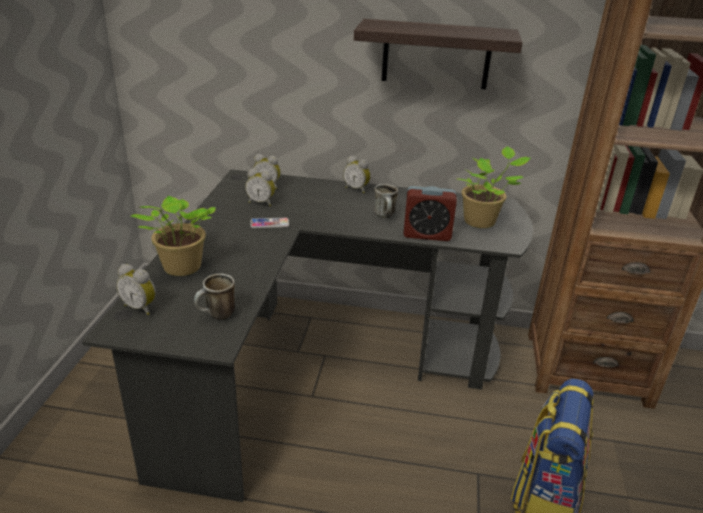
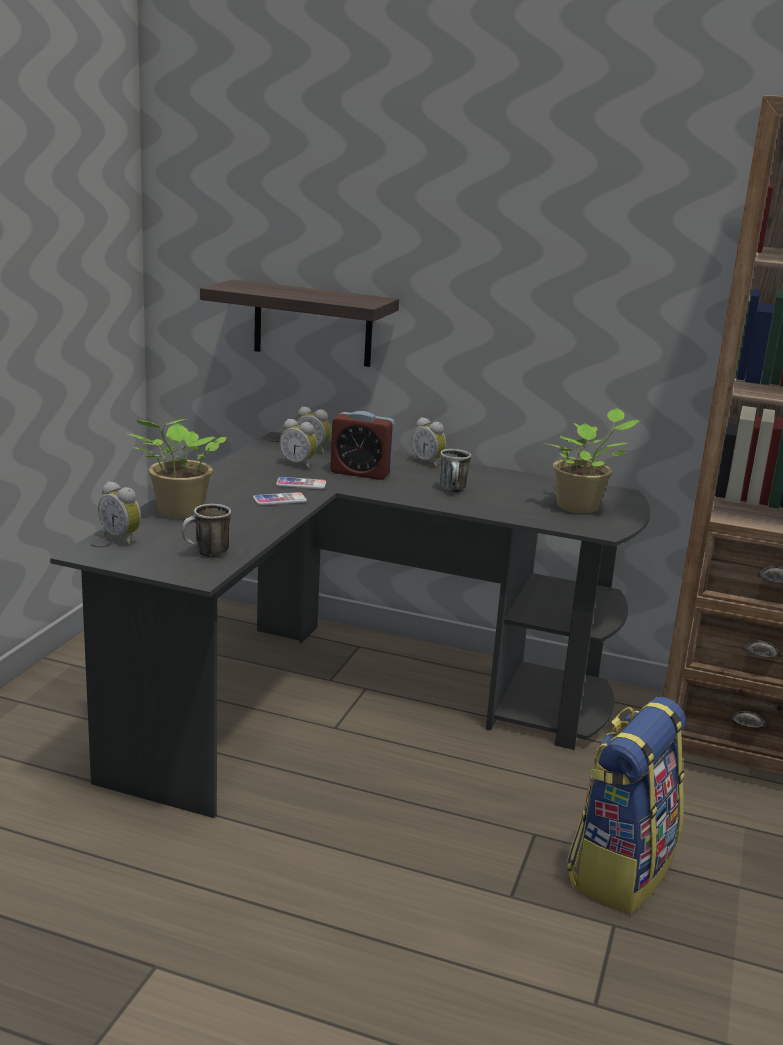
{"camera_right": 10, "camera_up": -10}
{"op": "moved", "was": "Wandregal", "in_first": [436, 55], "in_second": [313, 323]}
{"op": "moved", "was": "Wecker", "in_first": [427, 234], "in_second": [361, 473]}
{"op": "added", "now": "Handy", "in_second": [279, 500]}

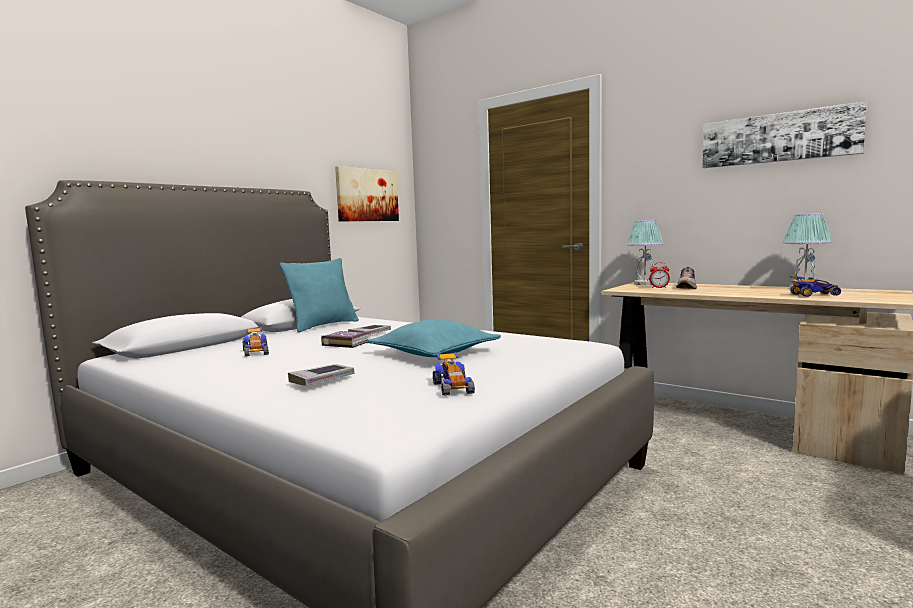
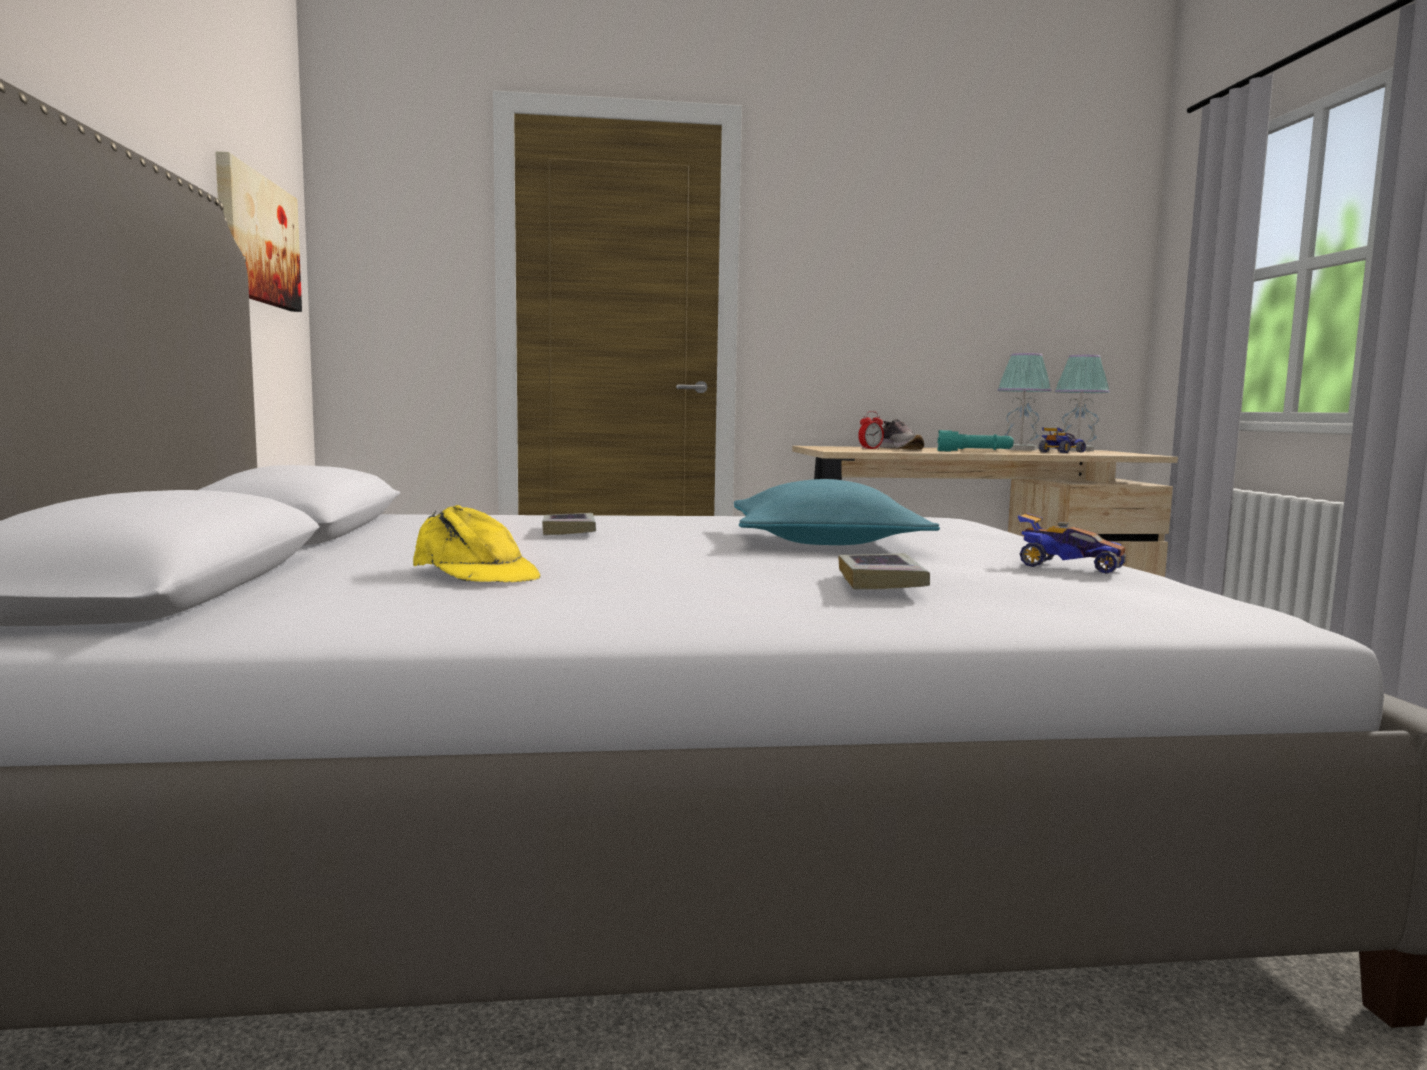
{"camera_right": -45, "camera_up": 0}
{"op": "replaced", "was": "Spielzeugauto", "now": "Kappe/gelb", "in_first": [255, 352], "in_second": [475, 573]}
{"op": "removed", "was": "Kissen/türkis", "in_first": [323, 325]}
{"op": "removed", "was": "Buch", "in_first": [345, 343]}
{"op": "moved", "was": "Tischlampe", "in_first": [644, 284], "in_second": [1077, 450]}
{"op": "removed", "was": "Bild", "in_first": [778, 138]}
{"op": "added", "now": "Taschenlampe/türkis", "in_second": [974, 452]}

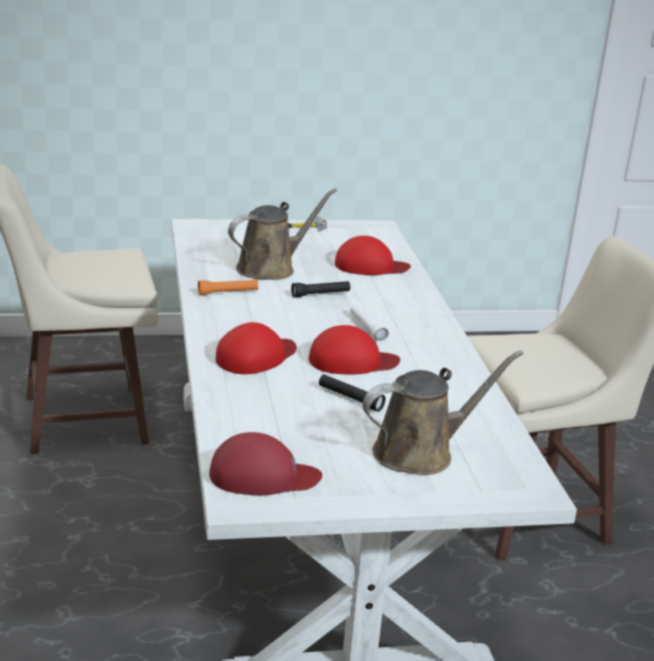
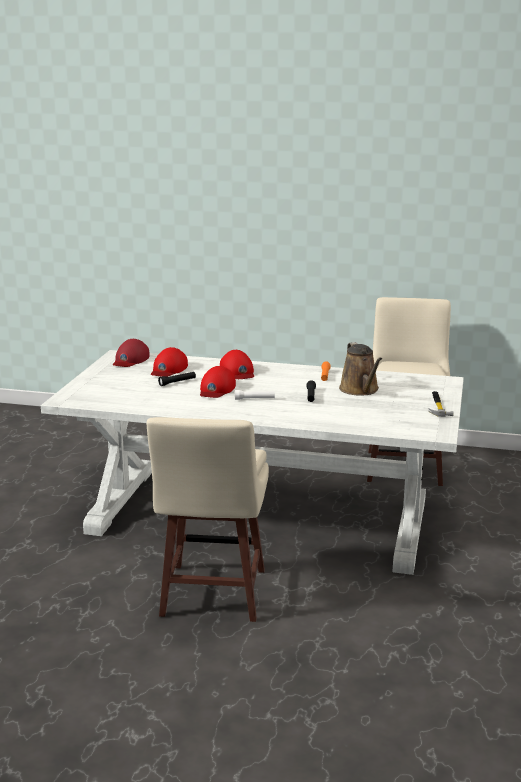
{"camera_right": 115, "camera_up": -5}
{"op": "moved", "was": "Kappe/rot", "in_first": [370, 266], "in_second": [168, 369]}
{"op": "removed", "was": "Gießkanne/braun", "in_first": [420, 452]}

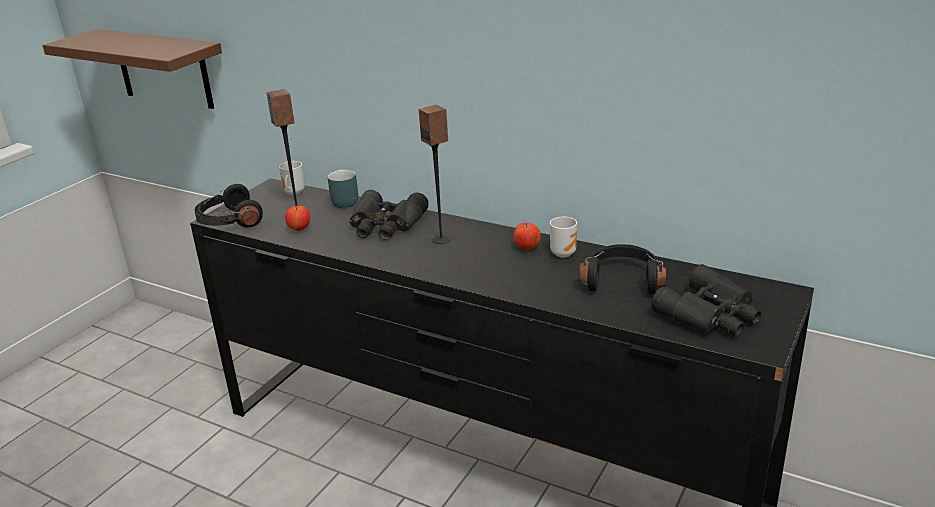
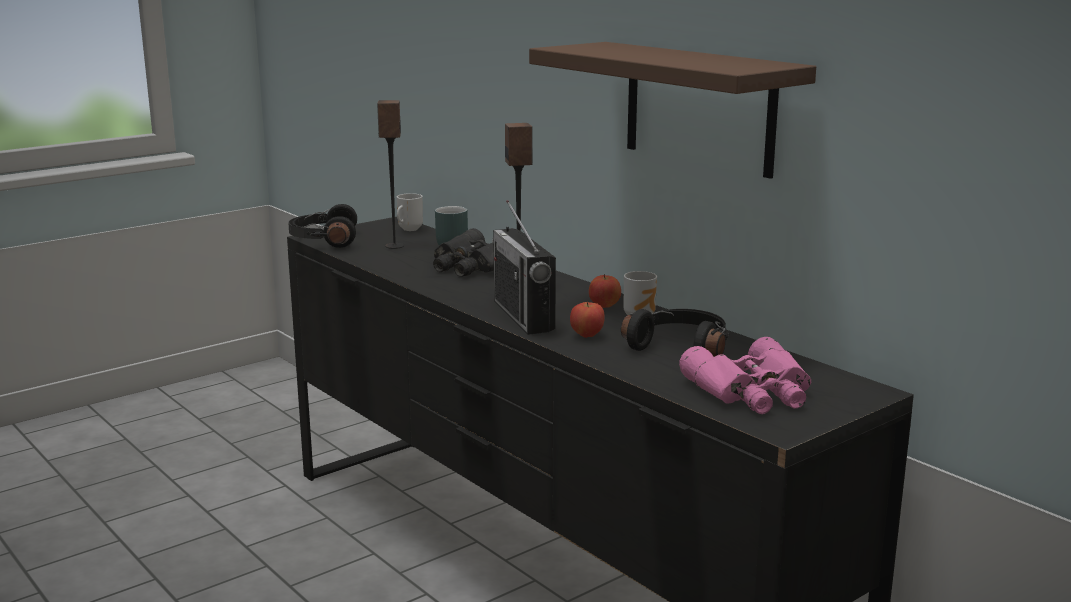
{"camera_right": 20, "camera_up": -10}
{"op": "moved", "was": "Wandregal/braun", "in_first": [163, 69], "in_second": [699, 108]}
{"op": "moved", "was": "Apfel", "in_first": [299, 229], "in_second": [587, 335]}
{"op": "recoloured", "was": "Fernglas/schwarz", "now": "Fernglas/rosa", "in_first": [711, 314], "in_second": [753, 392]}
{"op": "added", "now": "Radio", "in_second": [523, 316]}

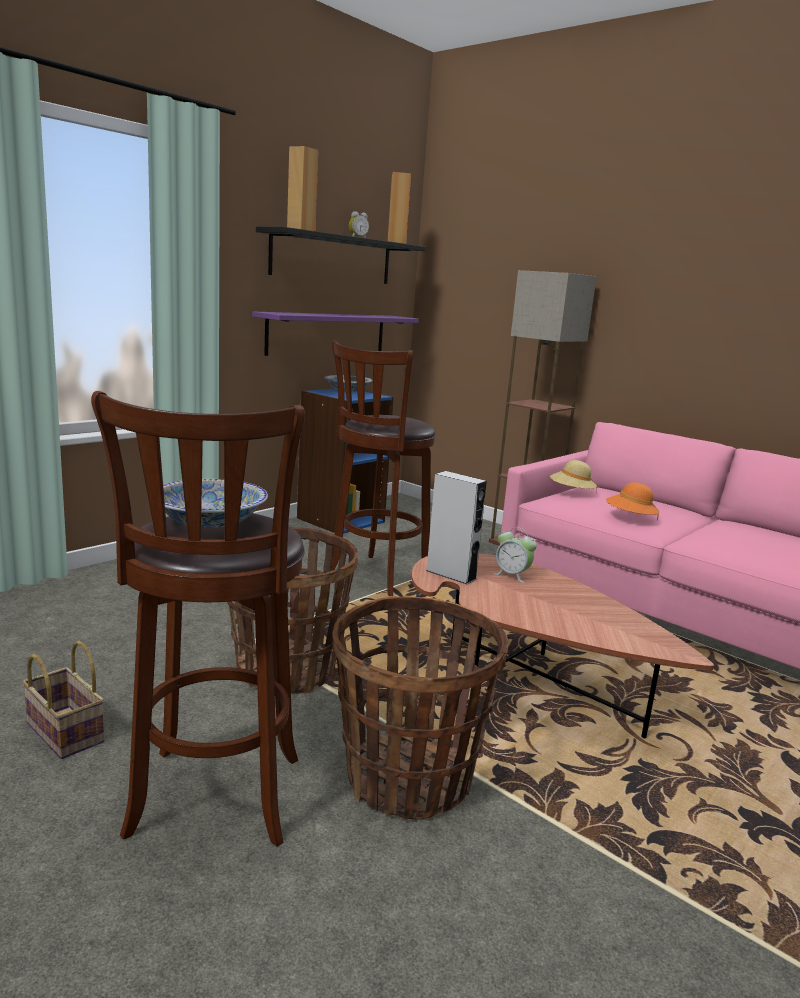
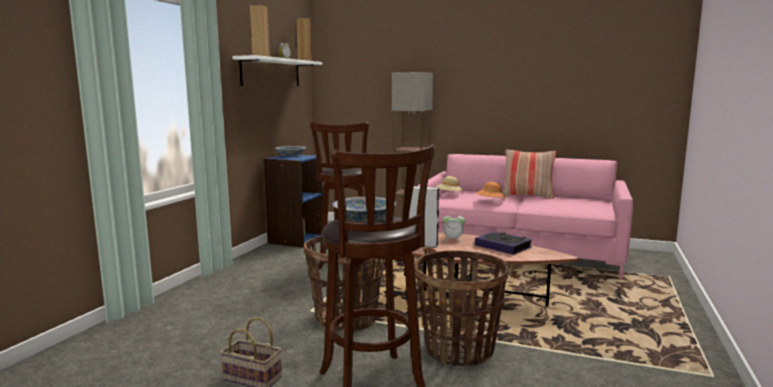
{"camera_right": -20, "camera_up": -5}
{"op": "removed", "was": "Wandregal/lila", "in_first": [327, 334]}
{"op": "recoloured", "was": "Wandregal/schwarz", "now": "Wandregal/weiß", "in_first": [332, 258], "in_second": [271, 73]}
{"op": "added", "now": "Buch", "in_second": [503, 246]}
{"op": "added", "now": "Kissen", "in_second": [528, 195]}

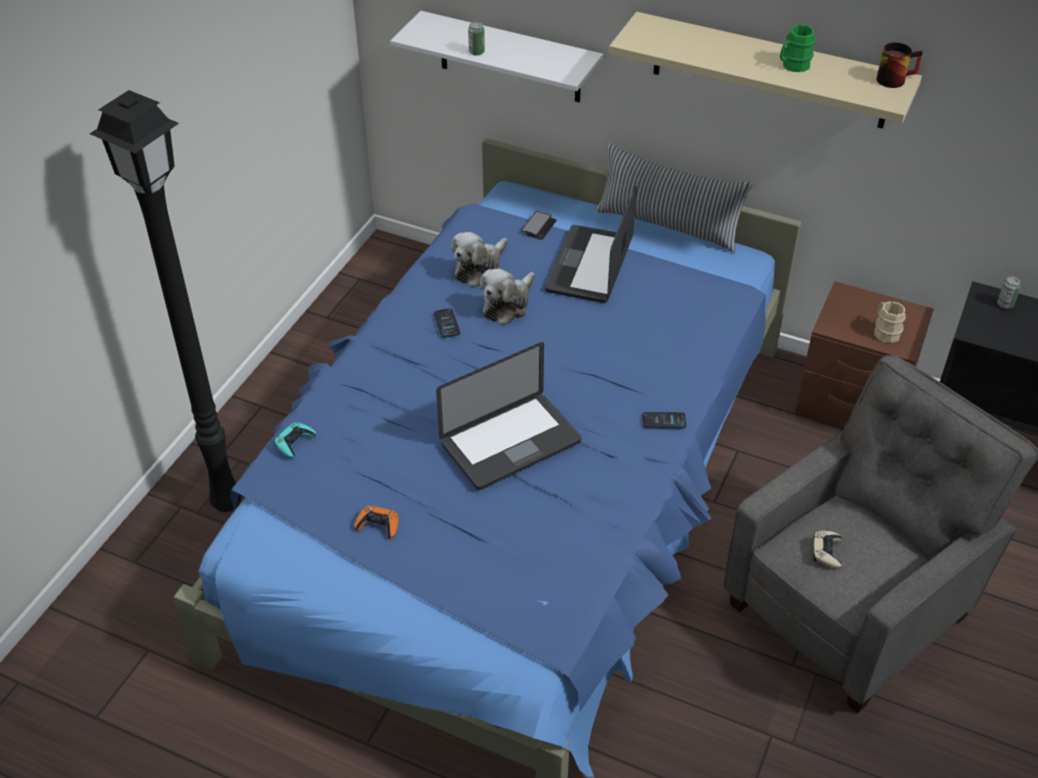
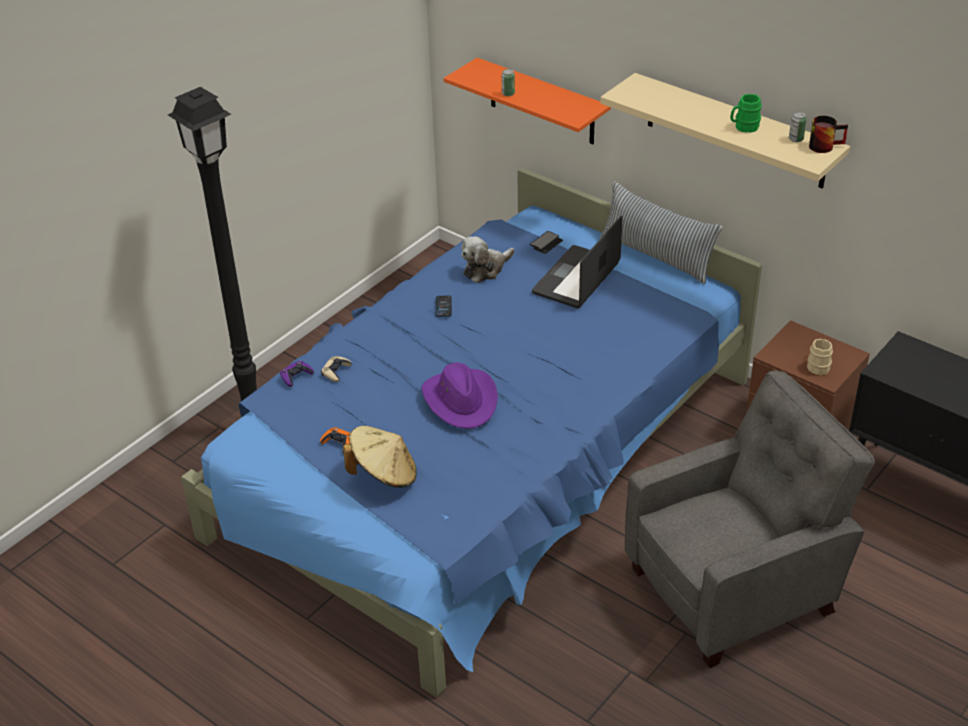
{"camera_right": 15, "camera_up": -5}
{"op": "recoloured", "was": "Gamepad/türkis", "now": "Gamepad/lila", "in_first": [294, 443], "in_second": [296, 376]}
{"op": "recoloured", "was": "Wandregal/weiß", "now": "Wandregal/orange", "in_first": [510, 58], "in_second": [542, 102]}
{"op": "replaced", "was": "Laptop", "now": "Hut/lila", "in_first": [510, 443], "in_second": [461, 400]}
{"op": "removed", "was": "Plüschtier", "in_first": [507, 304]}
{"op": "removed", "was": "Handy", "in_first": [664, 421]}
{"op": "moved", "was": "Gamepad/beige", "in_first": [826, 552], "in_second": [336, 371]}
{"op": "moved", "was": "Dose", "in_first": [1005, 304], "in_second": [796, 139]}
{"op": "added", "now": "Hut/beige", "in_second": [384, 474]}

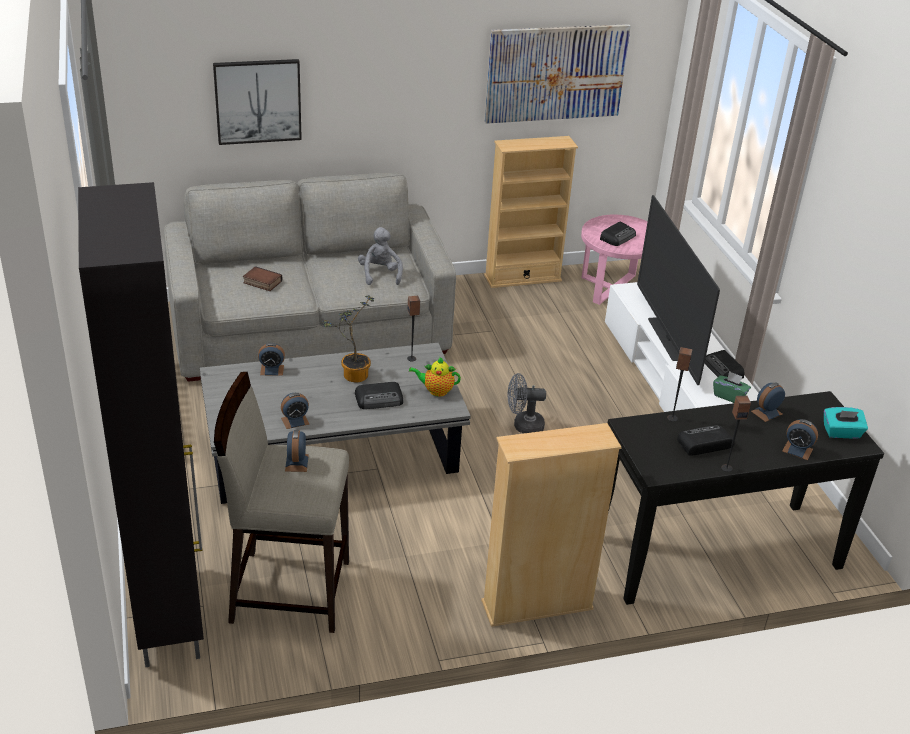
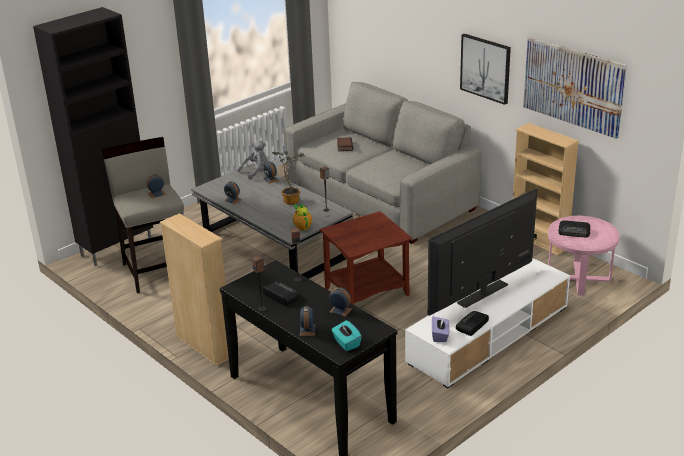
{"camera_right": 65, "camera_up": -5}
{"op": "moved", "was": "Bild", "in_first": [258, 101], "in_second": [485, 68]}
{"op": "removed", "was": "Radio", "in_first": [380, 399]}
{"op": "moved", "was": "Plüschtier/grau", "in_first": [380, 274], "in_second": [256, 171]}
{"op": "replaced", "was": "Ventilator/grau", "now": "Beistelltisch/braun", "in_first": [523, 425], "in_second": [367, 292]}
{"op": "recoloured", "was": "Taschentuchbox/grün", "now": "Taschentuchbox/lila", "in_first": [729, 396], "in_second": [440, 336]}

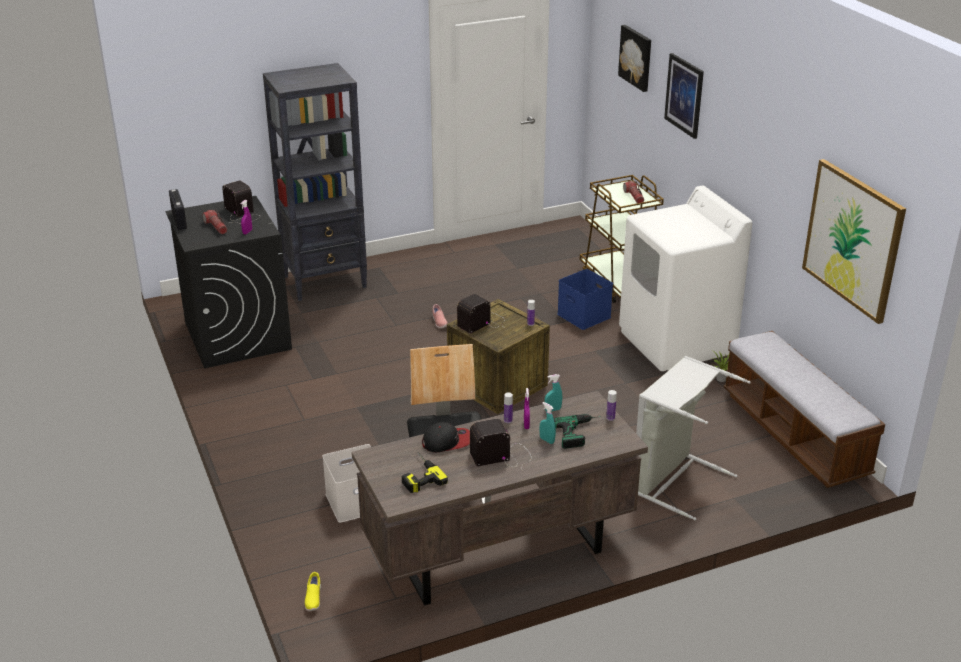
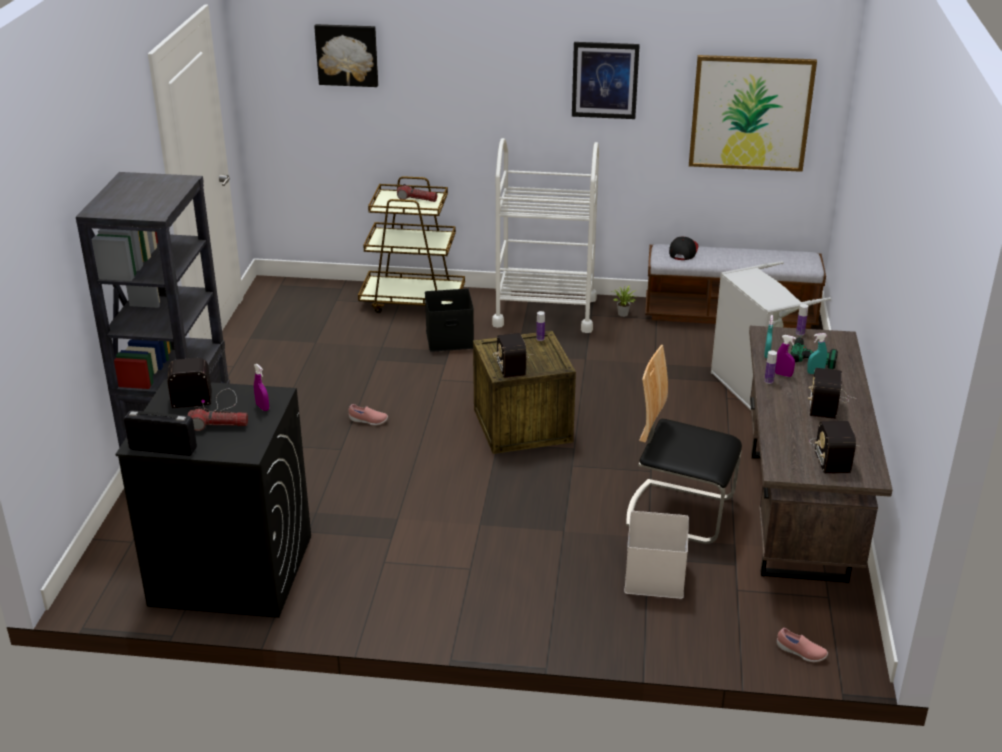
{"camera_right": -60, "camera_up": 0}
{"op": "recoloured", "was": "Schuh/gelb", "now": "Schuh/rosa", "in_first": [313, 599], "in_second": [800, 653]}
{"op": "replaced", "was": "Bohrmaschine", "now": "Radio", "in_first": [418, 475], "in_second": [832, 453]}
{"op": "moved", "was": "Kappe", "in_first": [447, 441], "in_second": [683, 251]}
{"op": "recoloured", "was": "Aufbewahrungsbox/blau", "now": "Aufbewahrungsbox/schwarz", "in_first": [585, 316], "in_second": [450, 338]}
{"op": "replaced", "was": "Waschmaschine/weiß", "now": "Rollwagen/weiß", "in_first": [676, 342], "in_second": [545, 312]}
{"op": "moved", "was": "Bild", "in_first": [684, 95], "in_second": [605, 80]}

